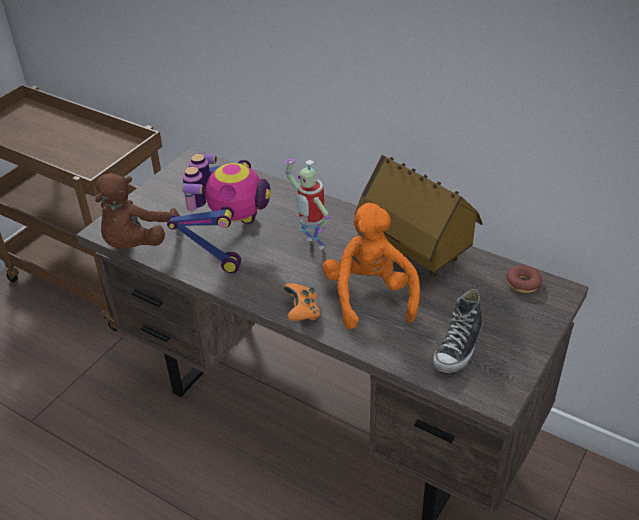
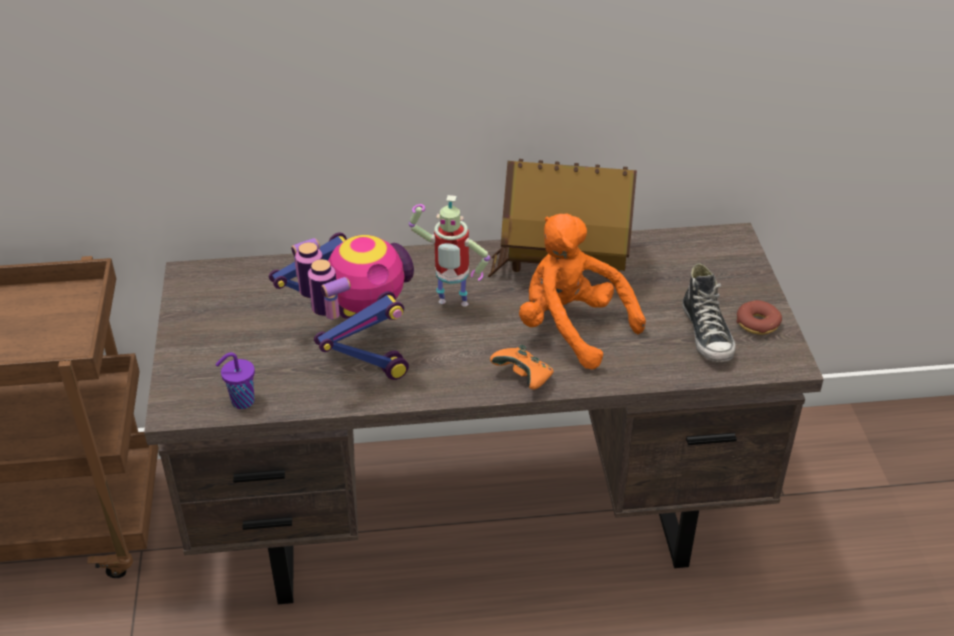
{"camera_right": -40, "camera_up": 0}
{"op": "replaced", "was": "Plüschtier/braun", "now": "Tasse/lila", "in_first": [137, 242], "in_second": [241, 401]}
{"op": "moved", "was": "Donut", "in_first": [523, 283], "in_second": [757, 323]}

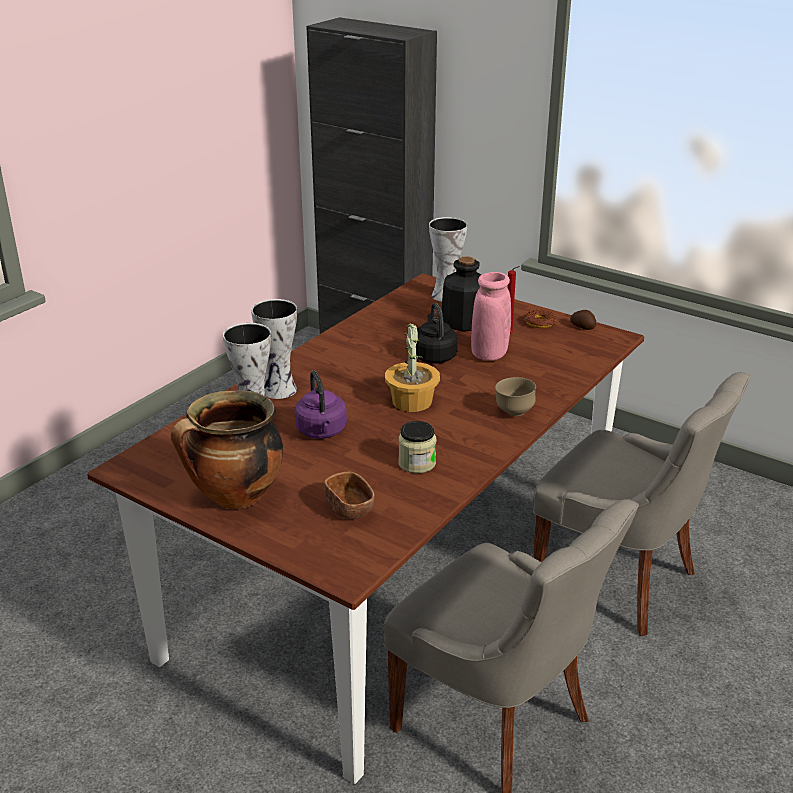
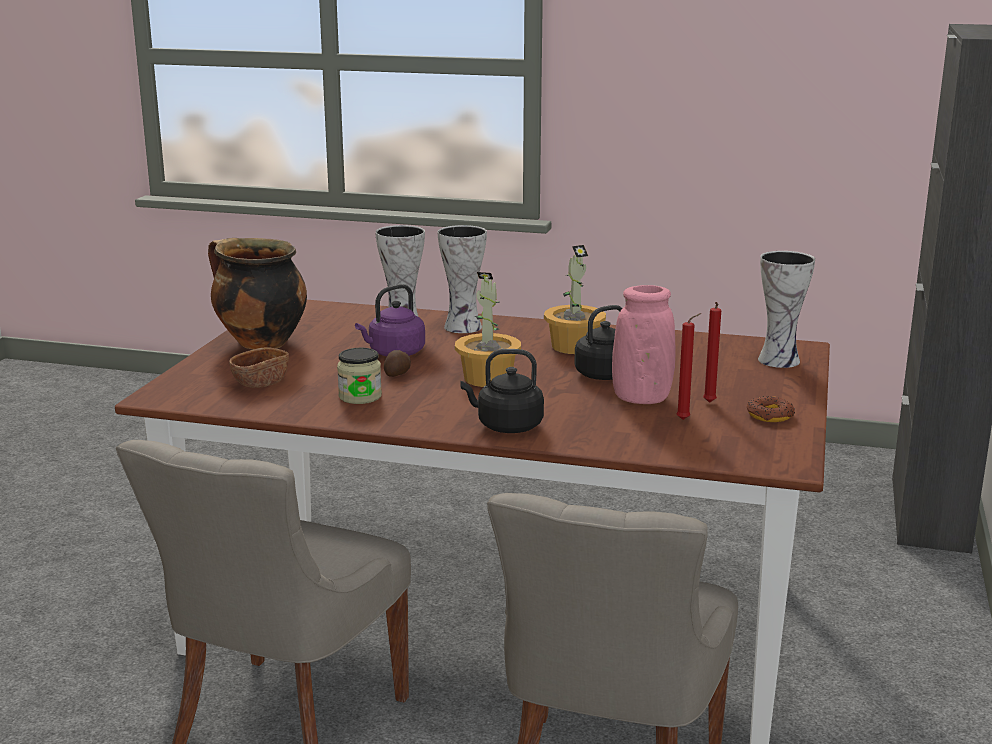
{"camera_right": 70, "camera_up": -10}
{"op": "removed", "was": "Flasche", "in_first": [463, 321]}
{"op": "replaced", "was": "Schüssel/braun", "now": "Wasserkessel/schwarz", "in_first": [514, 412], "in_second": [506, 426]}
{"op": "moved", "was": "Kartoffel", "in_first": [583, 327], "in_second": [398, 374]}
{"op": "added", "now": "Topfpflanze", "in_second": [573, 346]}
{"op": "added", "now": "Kerze/rot", "in_second": [685, 420]}

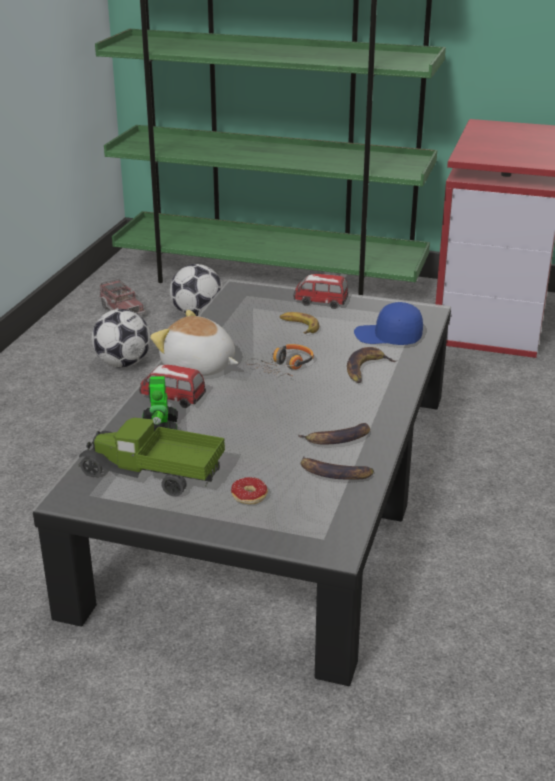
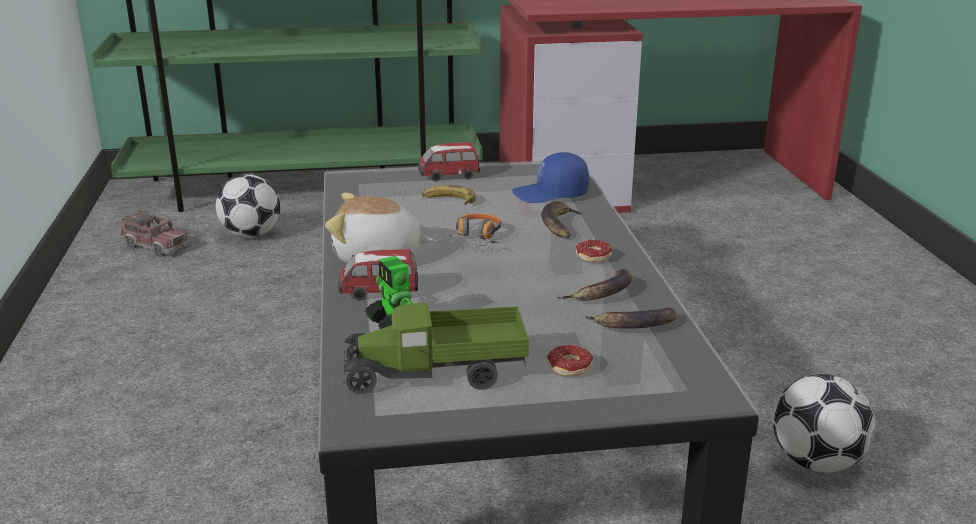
{"camera_right": -25, "camera_up": -5}
{"op": "moved", "was": "Fußball", "in_first": [123, 363], "in_second": [816, 462]}
{"op": "added", "now": "Donut", "in_second": [591, 260]}

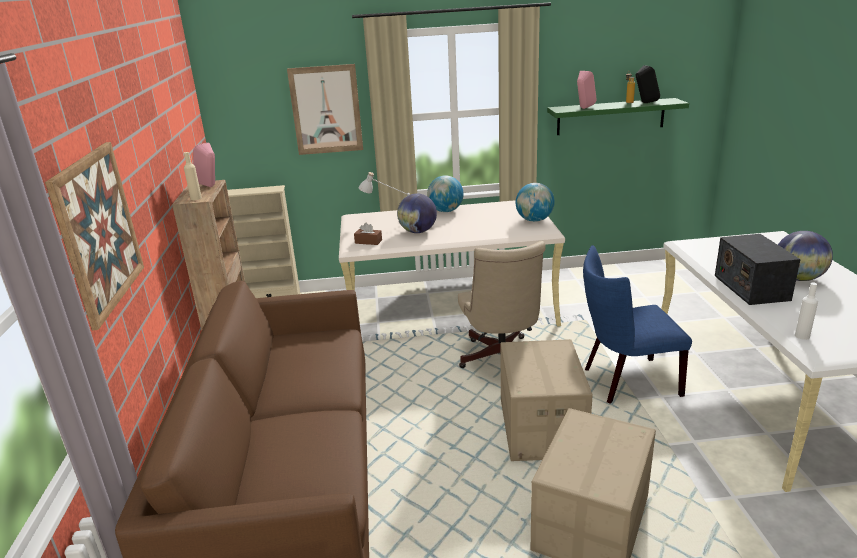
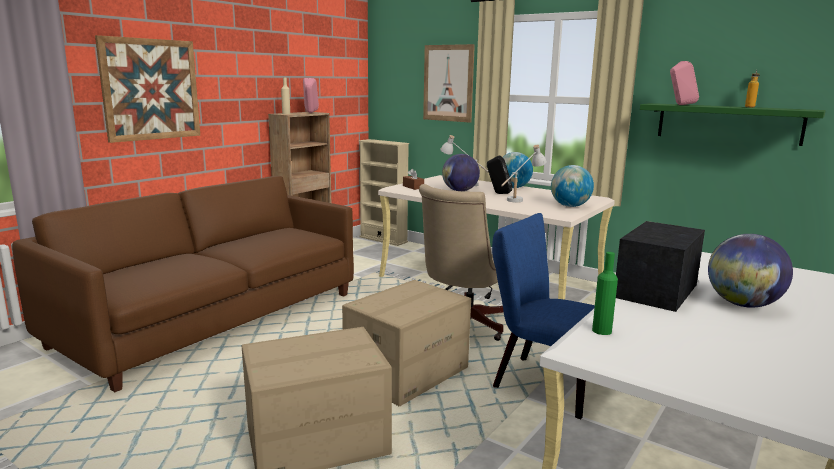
{"camera_right": 40, "camera_up": -10}
{"op": "moved", "was": "Lautsprecher/schwarz", "in_first": [645, 103], "in_second": [498, 193]}
{"op": "recoloured", "was": "Flasche/weiß", "now": "Flasche/grün", "in_first": [802, 336], "in_second": [601, 331]}
{"op": "added", "now": "Tischlampe/weiß", "in_second": [521, 199]}

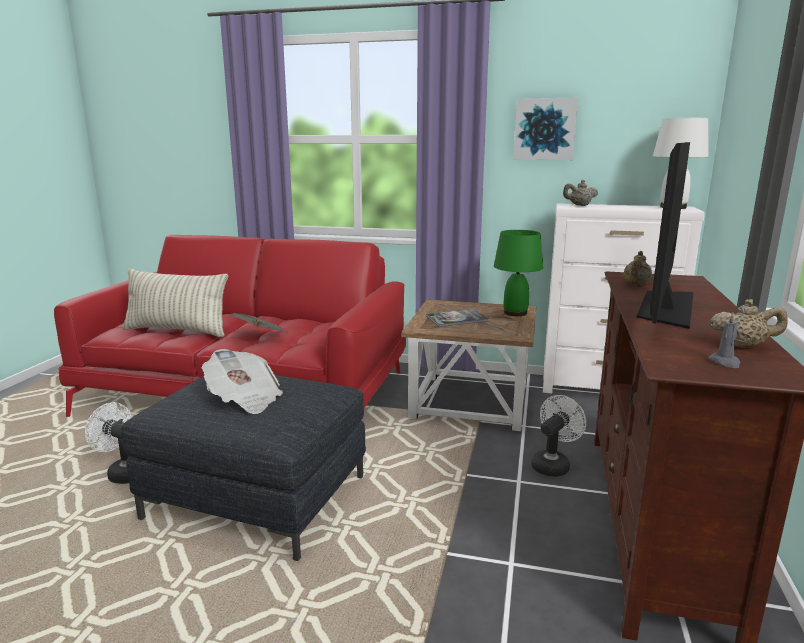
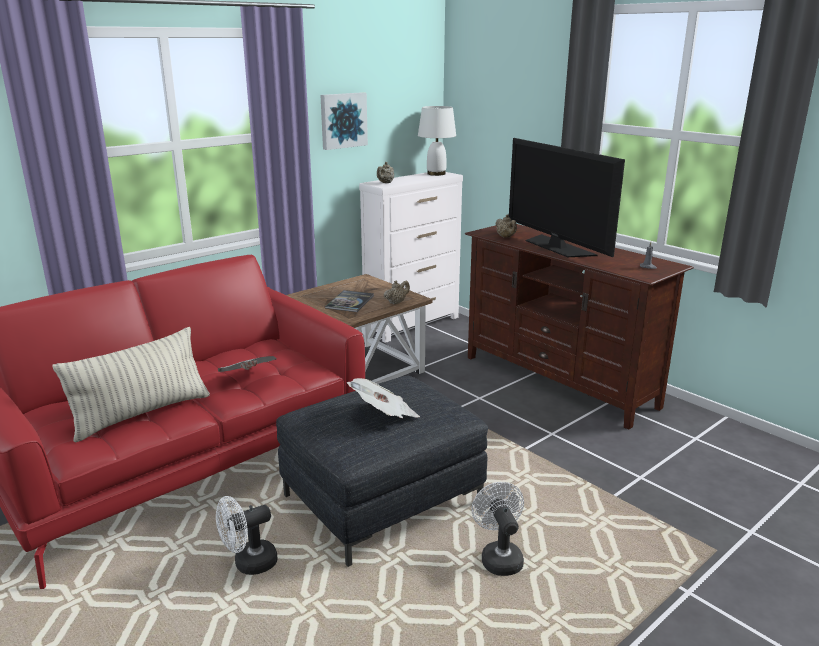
{"camera_right": -55, "camera_up": 5}
{"op": "removed", "was": "Tischlampe/grün", "in_first": [515, 313]}
{"op": "moved", "was": "Ventilator/weiß", "in_first": [553, 464], "in_second": [499, 557]}
{"op": "moved", "was": "Teekanne/beige", "in_first": [743, 346], "in_second": [396, 302]}

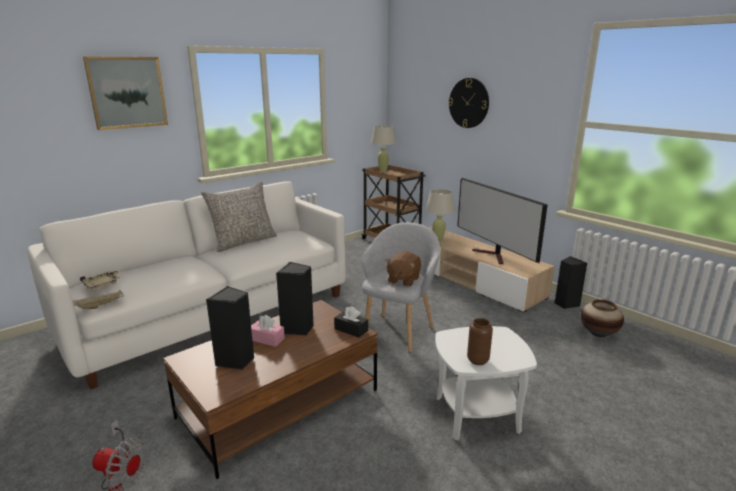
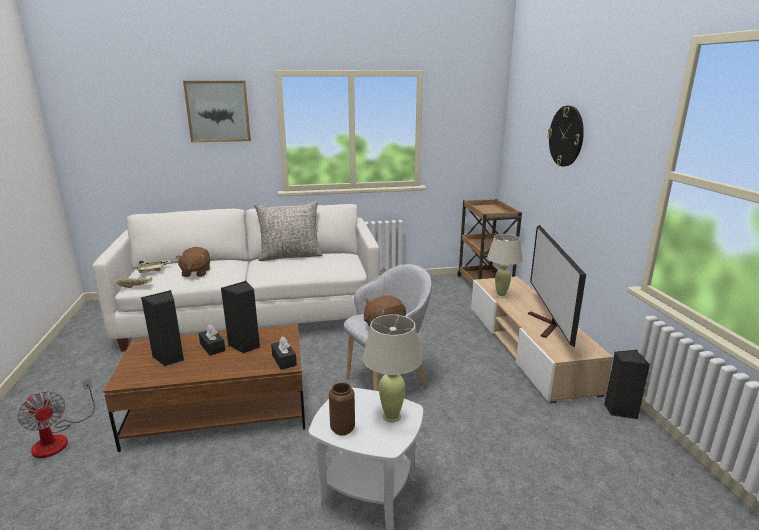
{"camera_right": 30, "camera_up": 0}
{"op": "recoloured", "was": "Taschentuchbox/rosa", "now": "Taschentuchbox/schwarz", "in_first": [267, 339], "in_second": [212, 347]}
{"op": "moved", "was": "Tischlampe/beige", "in_first": [383, 172], "in_second": [391, 416]}
{"op": "removed", "was": "Vase", "in_first": [598, 333]}
{"op": "added", "now": "Plüschtier/braun", "in_second": [196, 272]}

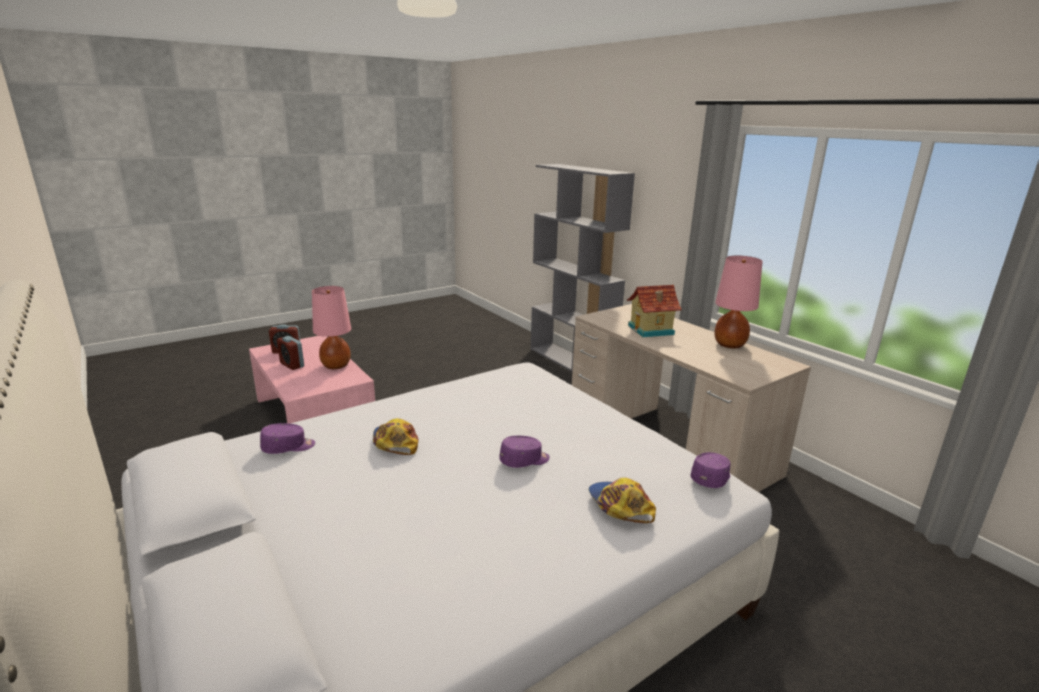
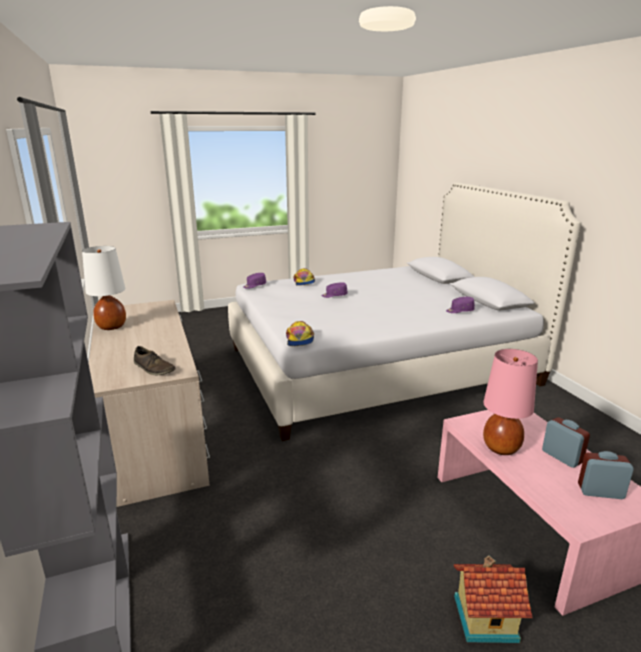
{"camera_right": -165, "camera_up": 0}
{"op": "moved", "was": "Kappe", "in_first": [395, 442], "in_second": [300, 340]}
{"op": "moved", "was": "Spielzeughaus", "in_first": [651, 330], "in_second": [484, 616]}
{"op": "recoloured", "was": "Tischlampe/rosa", "now": "Tischlampe/weiß", "in_first": [729, 345], "in_second": [112, 327]}
{"op": "added", "now": "Schuh/braun", "in_second": [154, 368]}

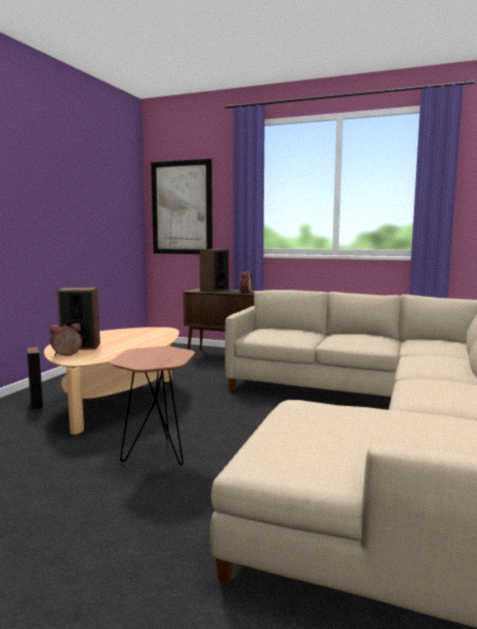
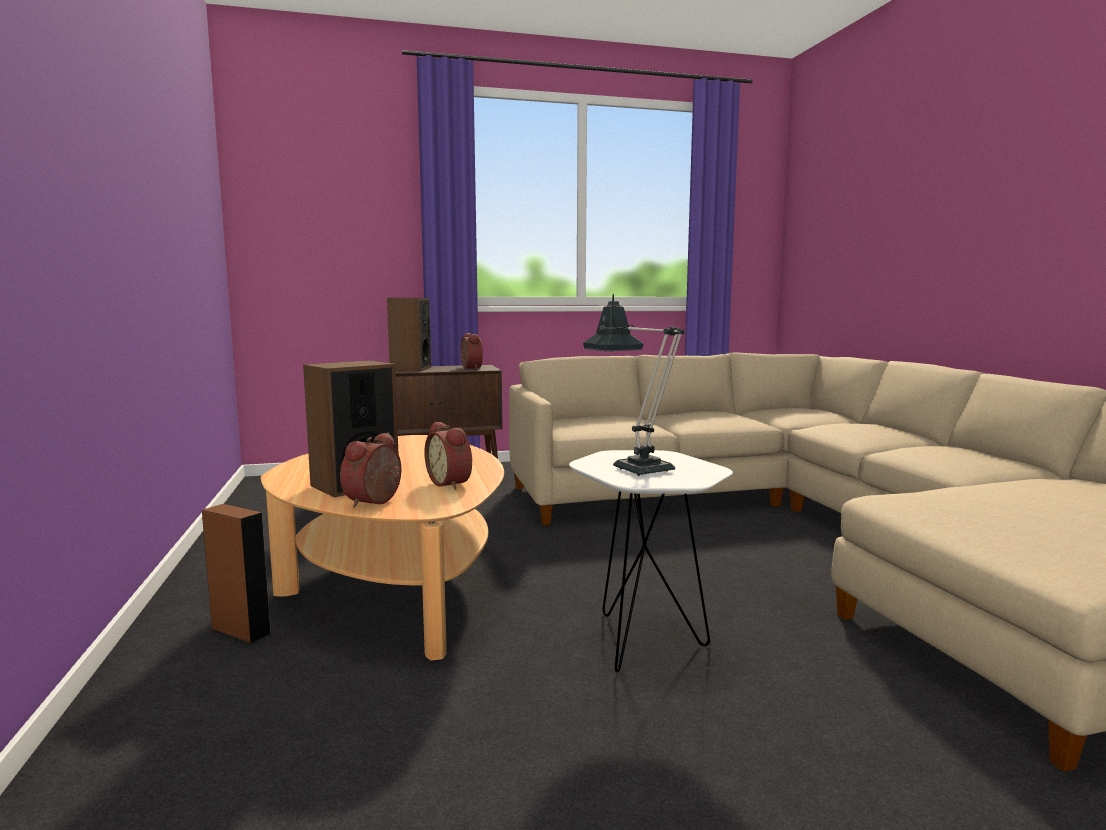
{"camera_right": -35, "camera_up": 0}
{"op": "recoloured", "was": "Beistelltisch/braun", "now": "Beistelltisch/weiß", "in_first": [156, 455], "in_second": [644, 645]}
{"op": "removed", "was": "Bild", "in_first": [181, 208]}
{"op": "added", "now": "Wecker", "in_second": [451, 483]}
{"op": "added", "now": "Tischlampe", "in_second": [635, 467]}

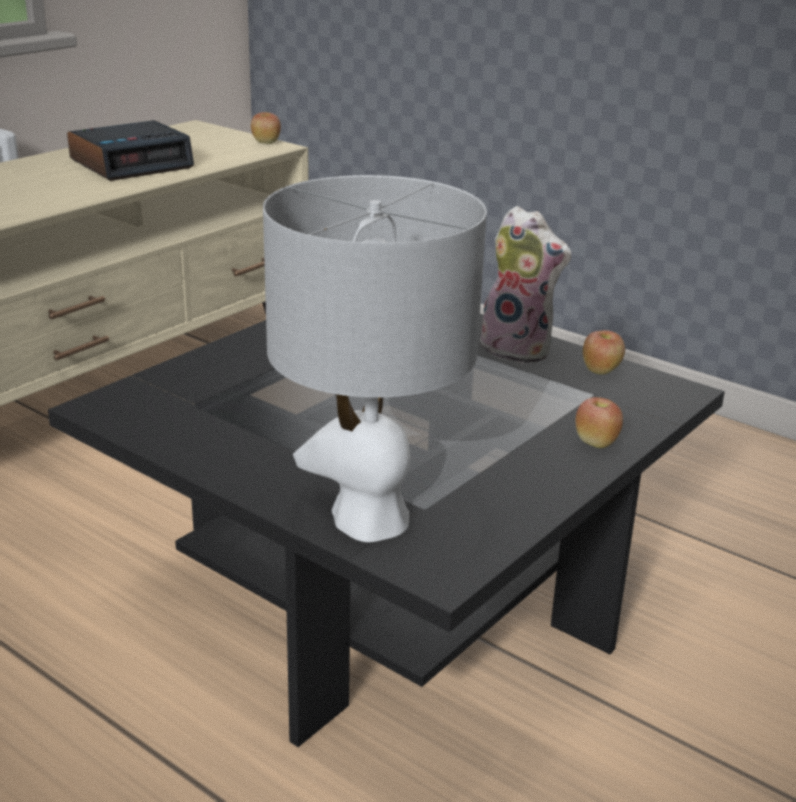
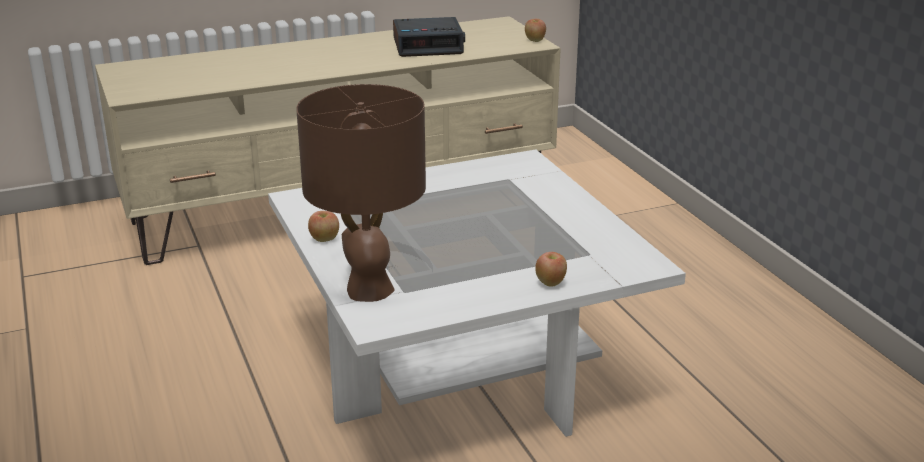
{"camera_right": 30, "camera_up": 0}
{"op": "recoloured", "was": "Couchtisch/schwarz", "now": "Couchtisch/weiß", "in_first": [391, 594], "in_second": [461, 362]}
{"op": "recoloured", "was": "Tischlampe/grau", "now": "Tischlampe/braun", "in_first": [369, 518], "in_second": [369, 289]}
{"op": "removed", "was": "Plüschtier", "in_first": [520, 349]}
{"op": "moved", "was": "Apfel", "in_first": [601, 371], "in_second": [324, 239]}

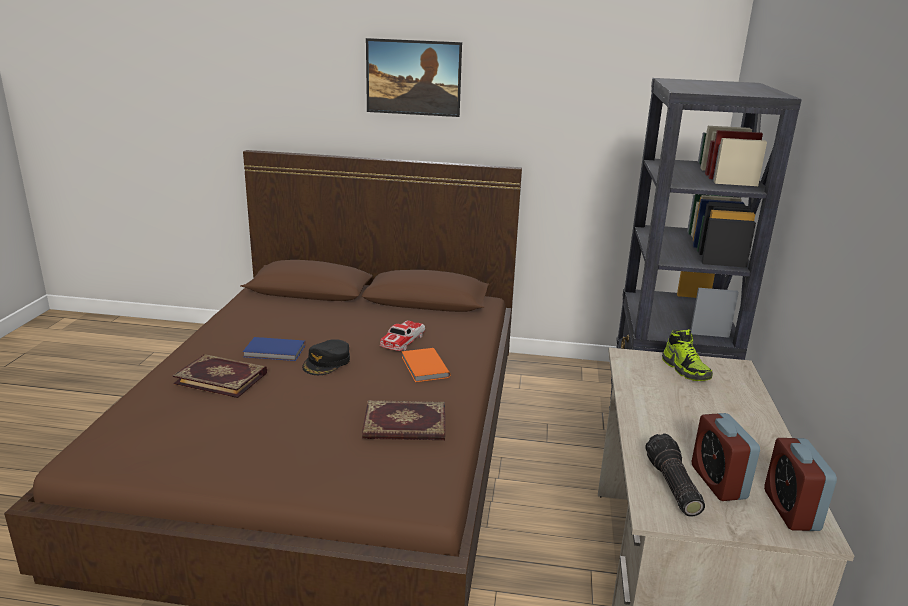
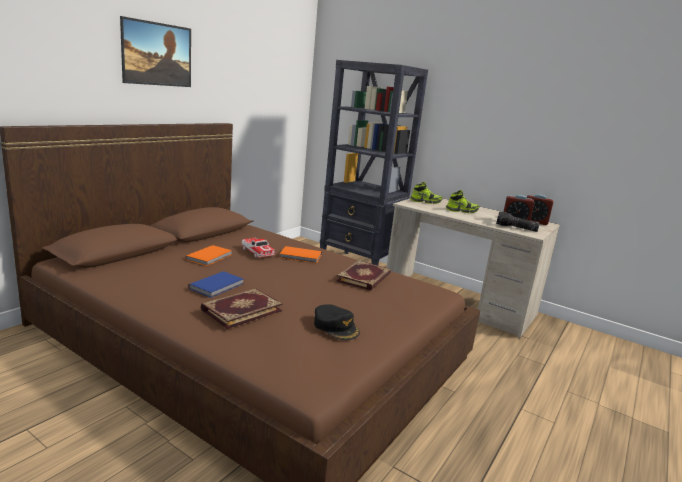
{"camera_right": -65, "camera_up": -5}
{"op": "moved", "was": "Kappe/schwarz", "in_first": [327, 362], "in_second": [336, 327]}
{"op": "added", "now": "Buch/orange", "in_second": [210, 257]}
{"op": "added", "now": "Schuh", "in_second": [461, 211]}

